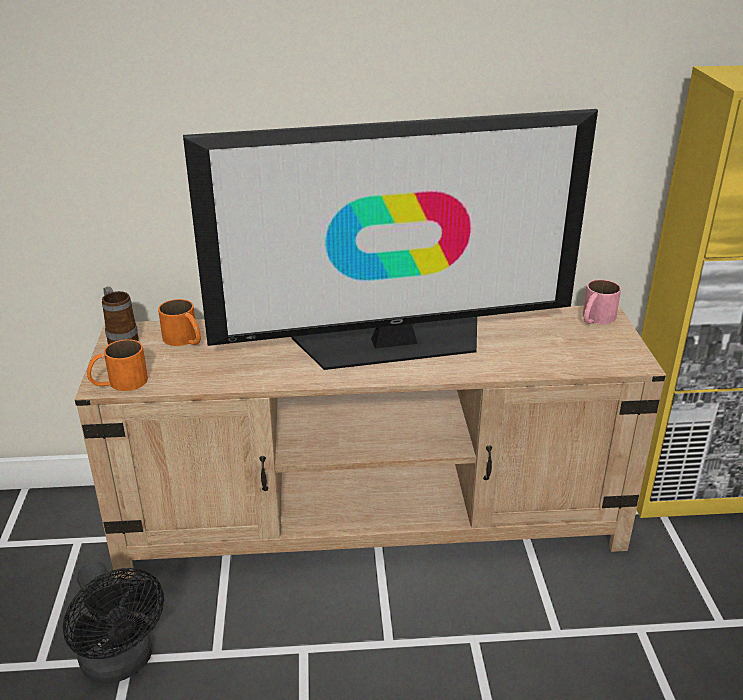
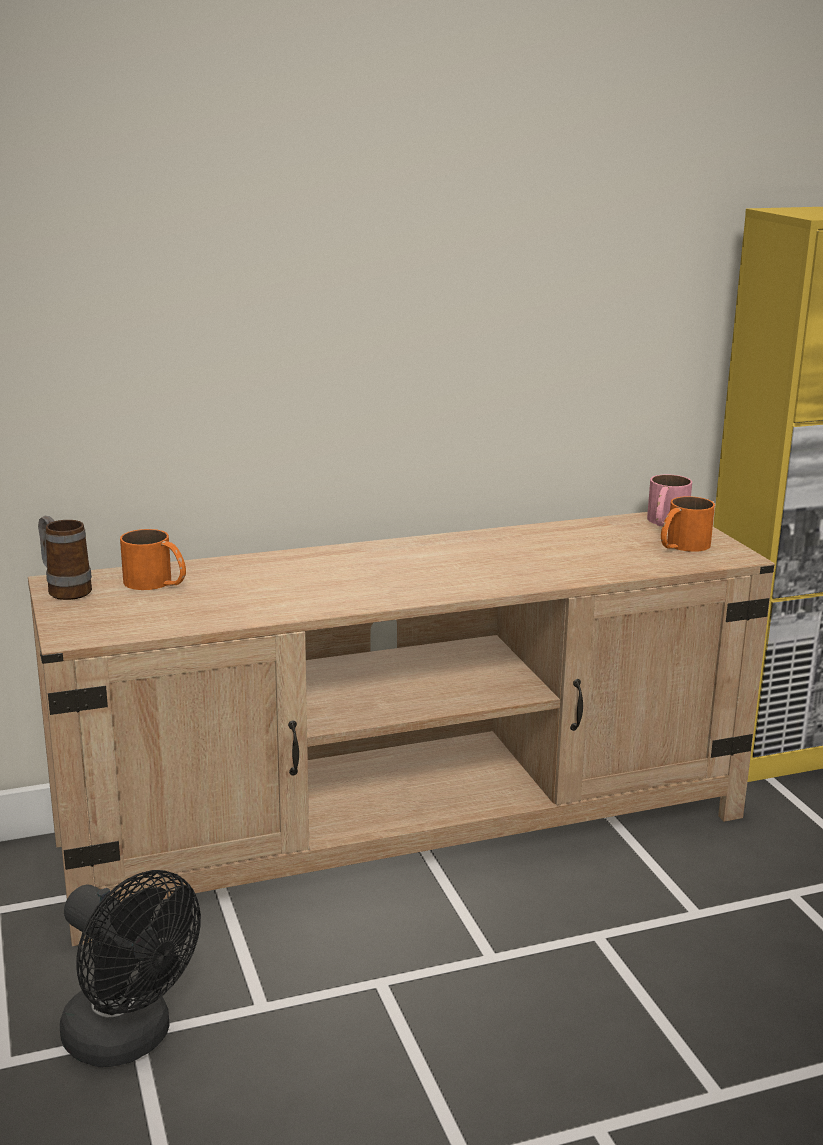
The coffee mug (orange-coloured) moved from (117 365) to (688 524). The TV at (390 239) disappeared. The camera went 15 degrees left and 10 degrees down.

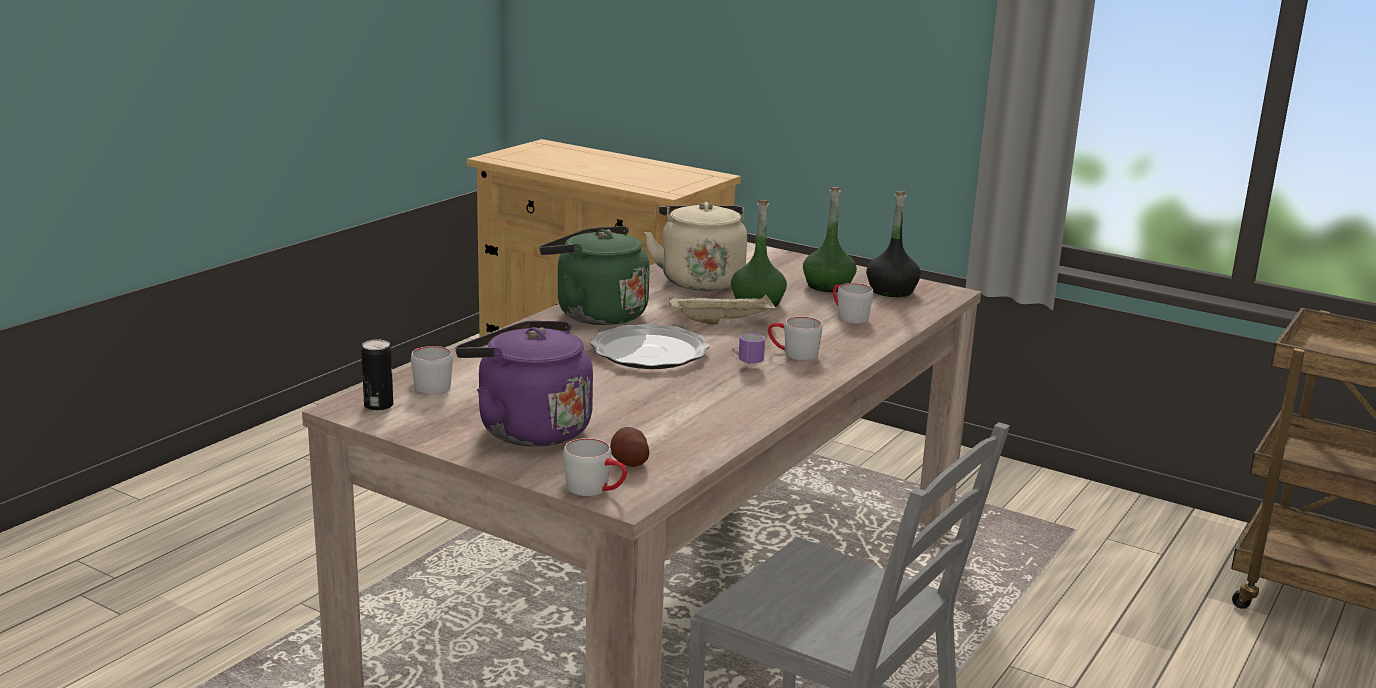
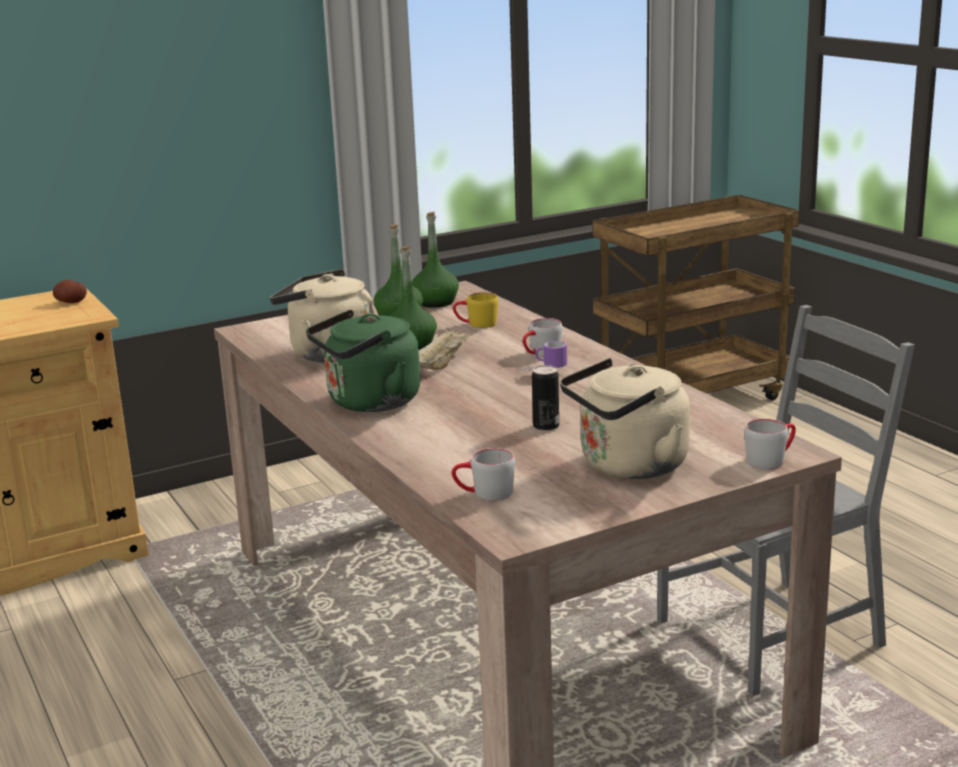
The metal can moved from (377 375) to (545 398). The tea kettle (purple) at (524 384) became the tea kettle (sand-coloured) at (625 418). The dinner plate at (650 346) disappeared. The spud moved from (630 447) to (70 291). The coffee mug (gray) at (853 303) became the coffee mug (yellow) at (475 310). The drink bottle (black-coloured) at (893 244) became the drink bottle (green) at (435 260). The camera went 60 degrees left and 0 degrees up.

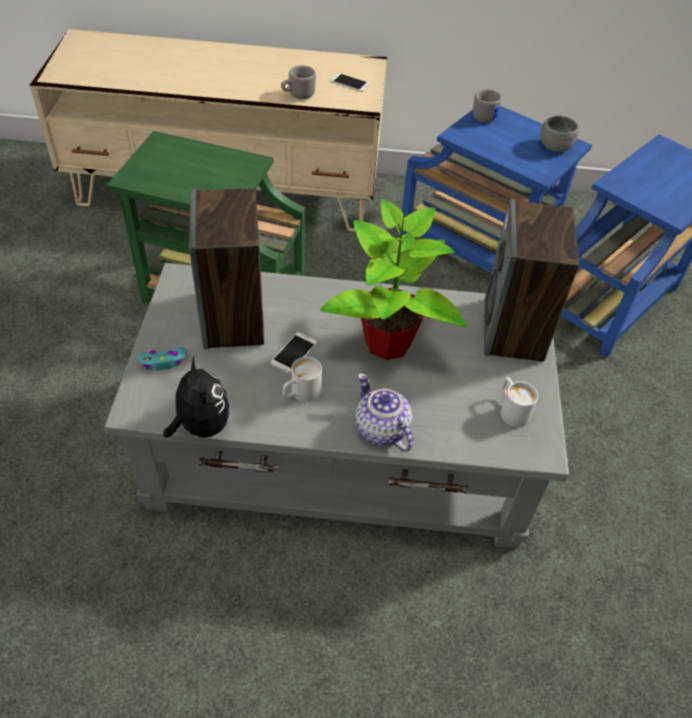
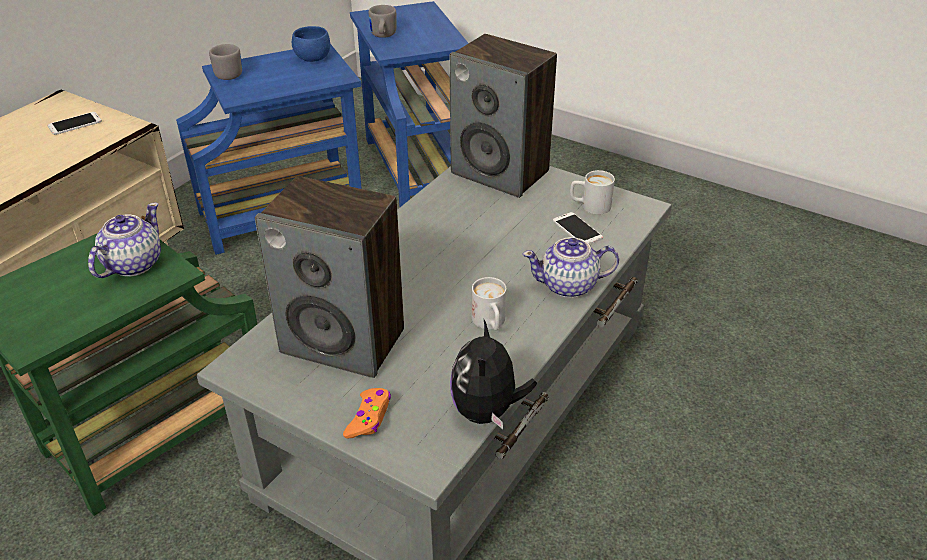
The joypad (turquoise-coloured) at (162 358) became the joypad (orange-coloured) at (367 413). The plush toy at (196 397) turned 90 degrees counterclockwise. The phone moved from (294 352) to (578 228). The coffee mug (gray) moved from (298 82) to (382 21). The potted plant at (393 279) disappeared. The deep dish (gray) at (559 133) became the deep dish (blue) at (311 44). The tea pot at (124 240) appeared. The camera went 60 degrees left and 10 degrees down.

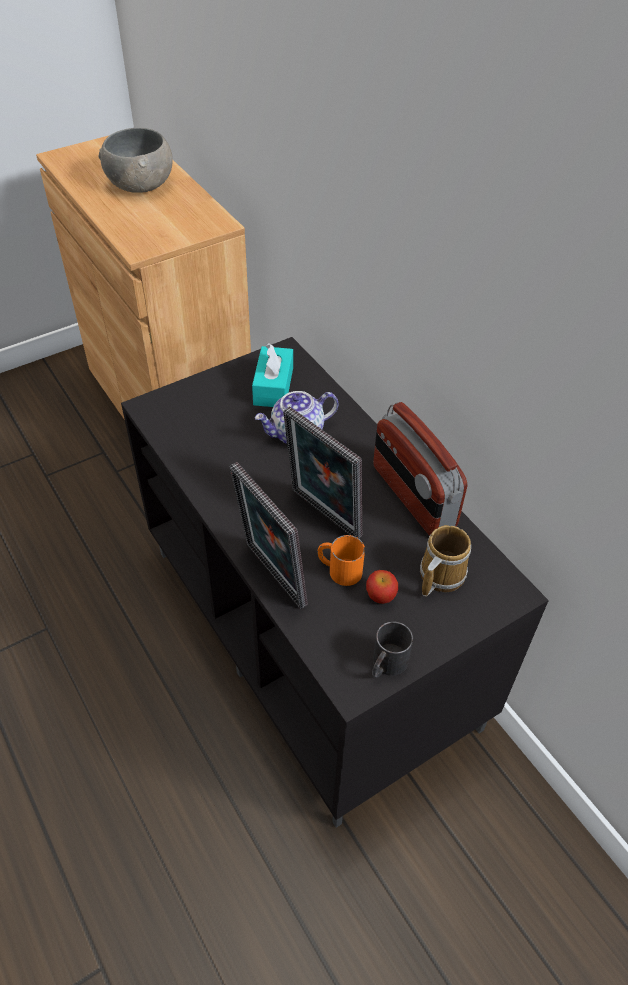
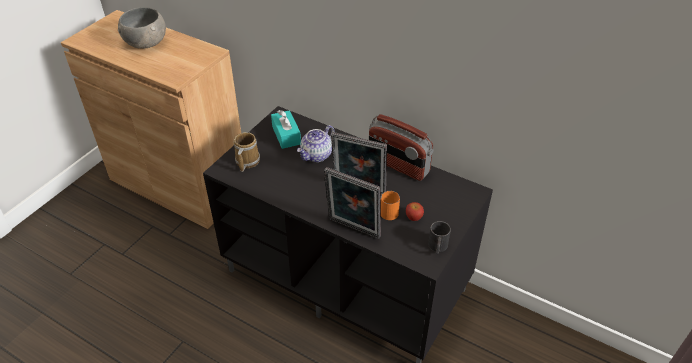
The coffee mug moved from (445 560) to (247 152). The camera went 25 degrees left and 5 degrees down.

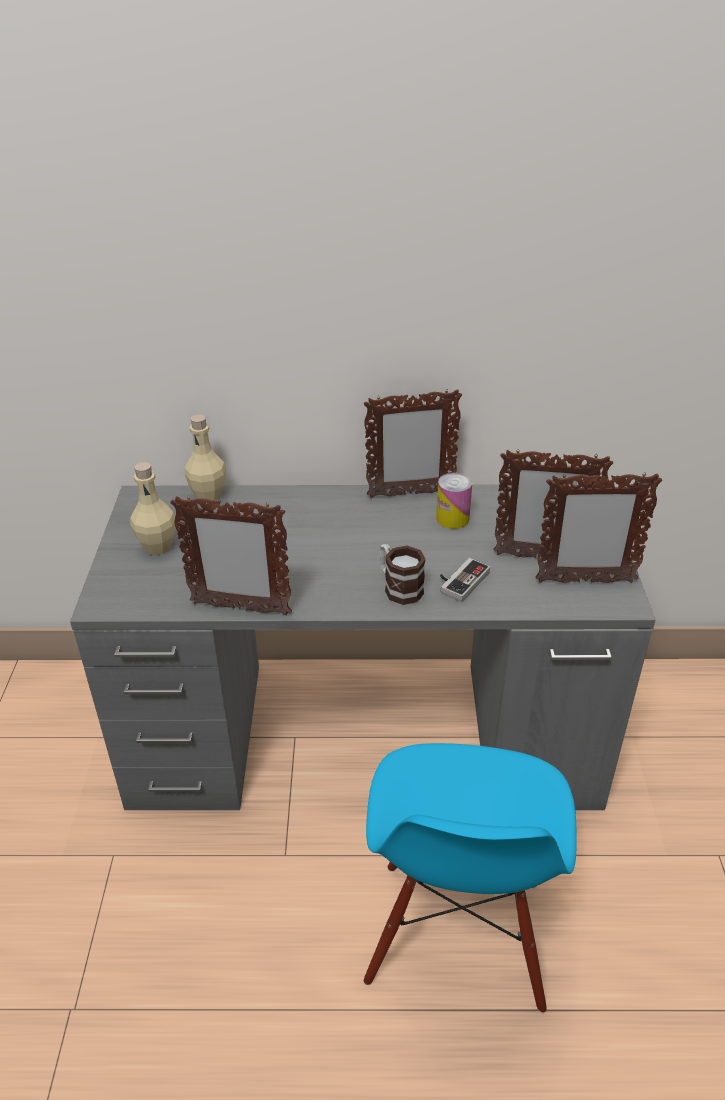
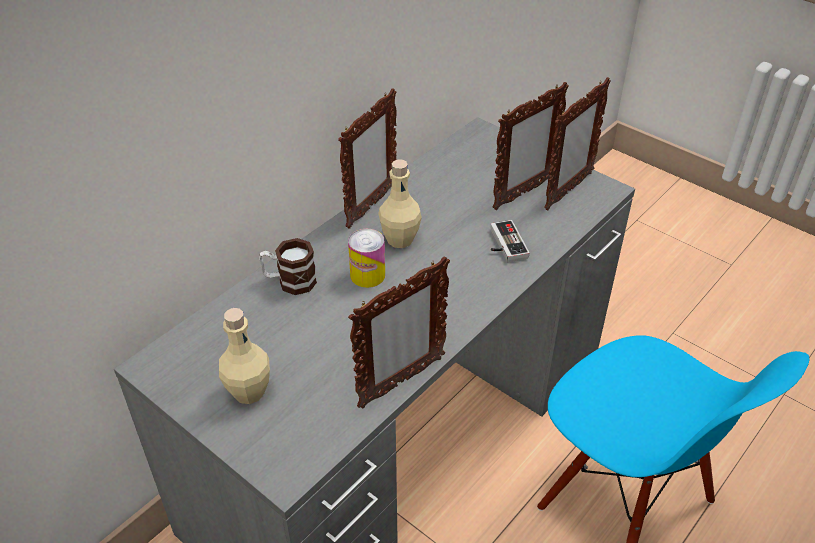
The drink bottle (sand-coloured) moved from (205 458) to (400 203). The coffee mug moved from (403 574) to (288 266). The metal can moved from (454 501) to (366 258). The camera went 50 degrees left and 5 degrees up.

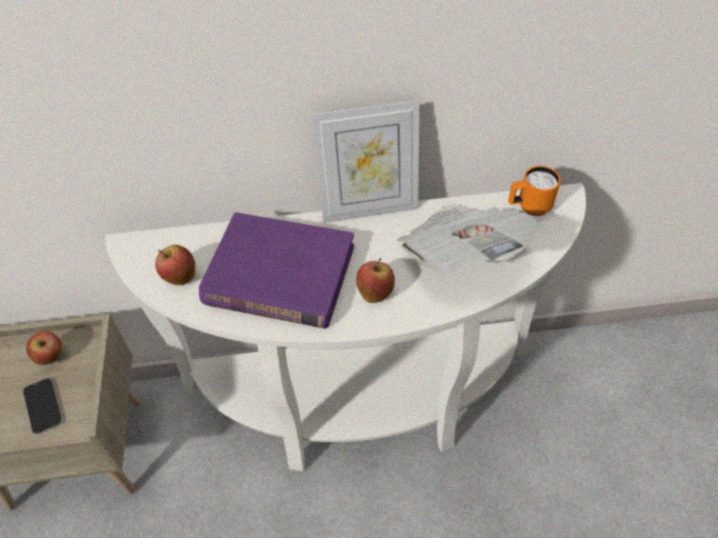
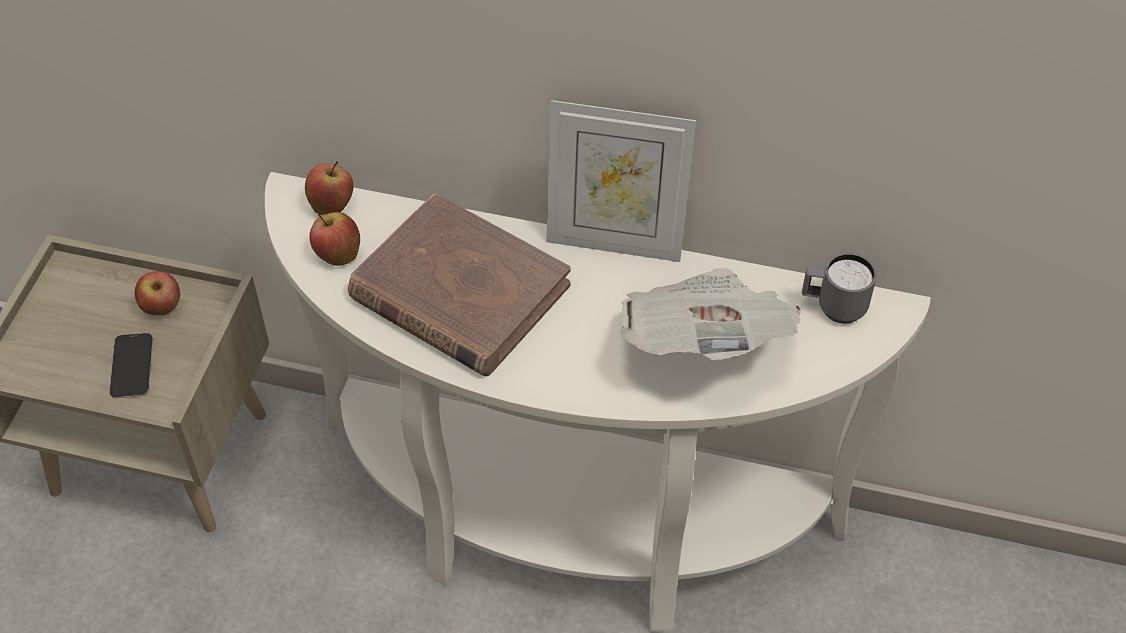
The bound book (purple) at (276 270) became the bound book (brown-coloured) at (459 285). The apple moved from (375 280) to (329 188). The coffee mug (orange-coloured) at (534 191) became the coffee mug (gray) at (839 288). The camera went 20 degrees right and 0 degrees up.

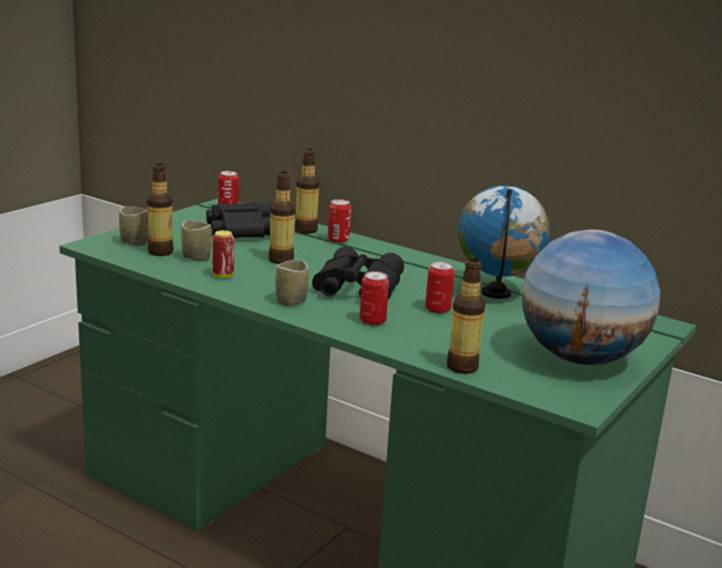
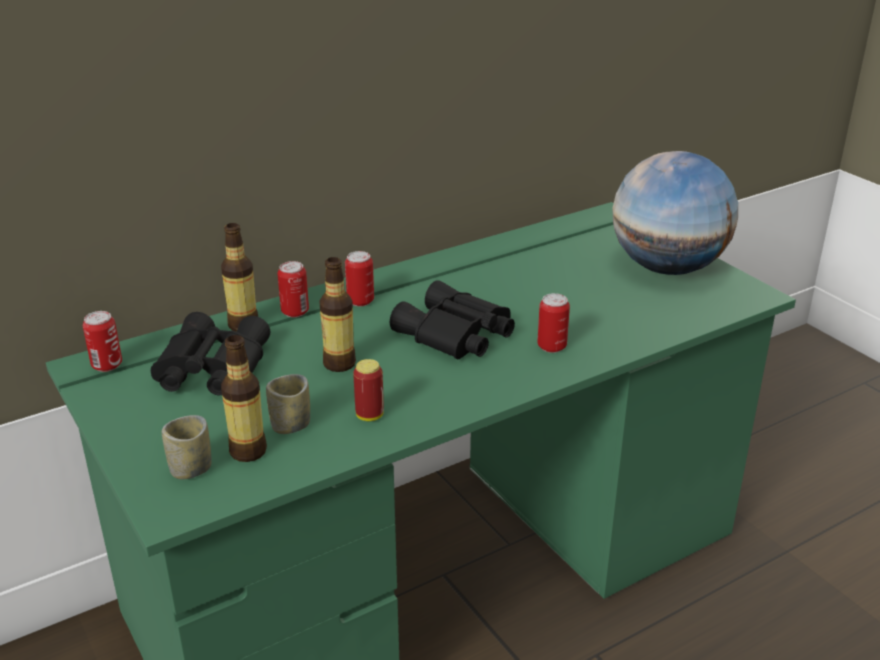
The cup at (292 283) disappeared. The metal can moved from (440 287) to (359 278). The drink bottle at (466 316) disappeared. The globe at (504 242) disappeared. The camera went 65 degrees left and 10 degrees up.

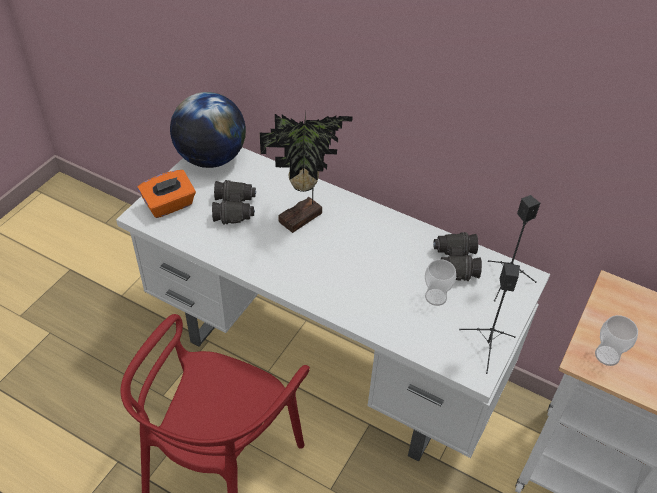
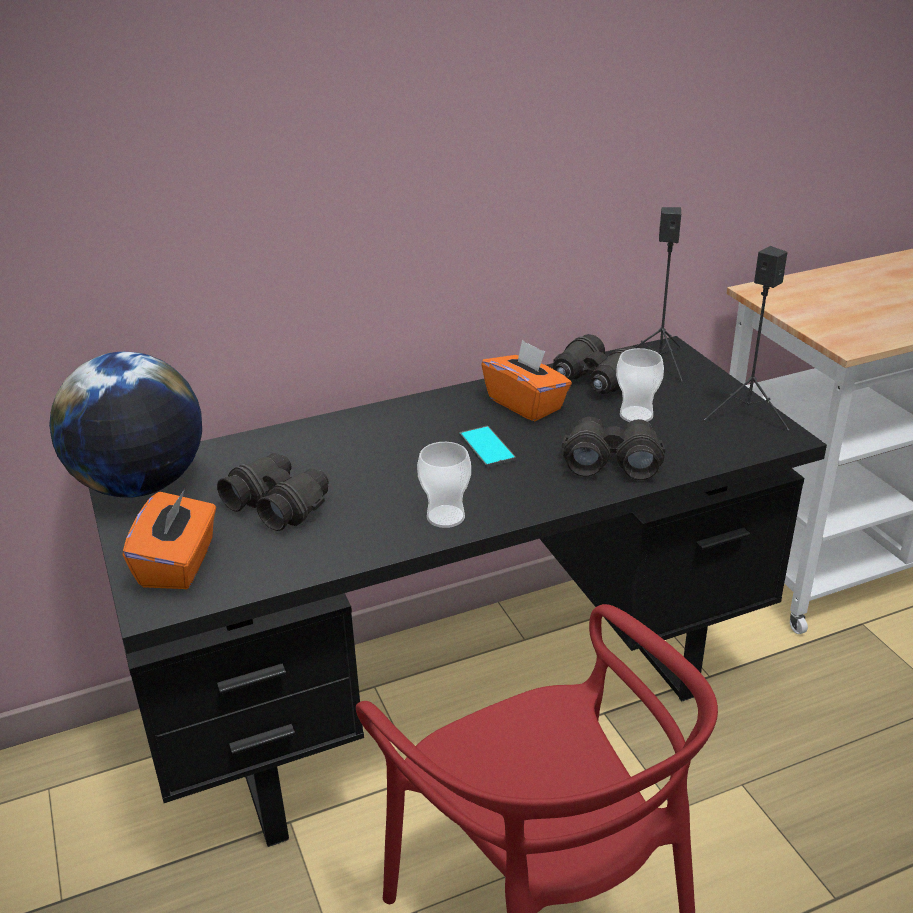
The desk unit (white) at (333 304) became the desk unit (black-coloured) at (458 591). The potted plant at (306 171) disappeared. The cup moved from (616 340) to (444 485). The phone at (487 447) appeared. The tissue holder (orange-coloured) at (526 380) appeared. The binoculars (black-coloured) at (613 448) appeared. The camera went 50 degrees left and 15 degrees down.

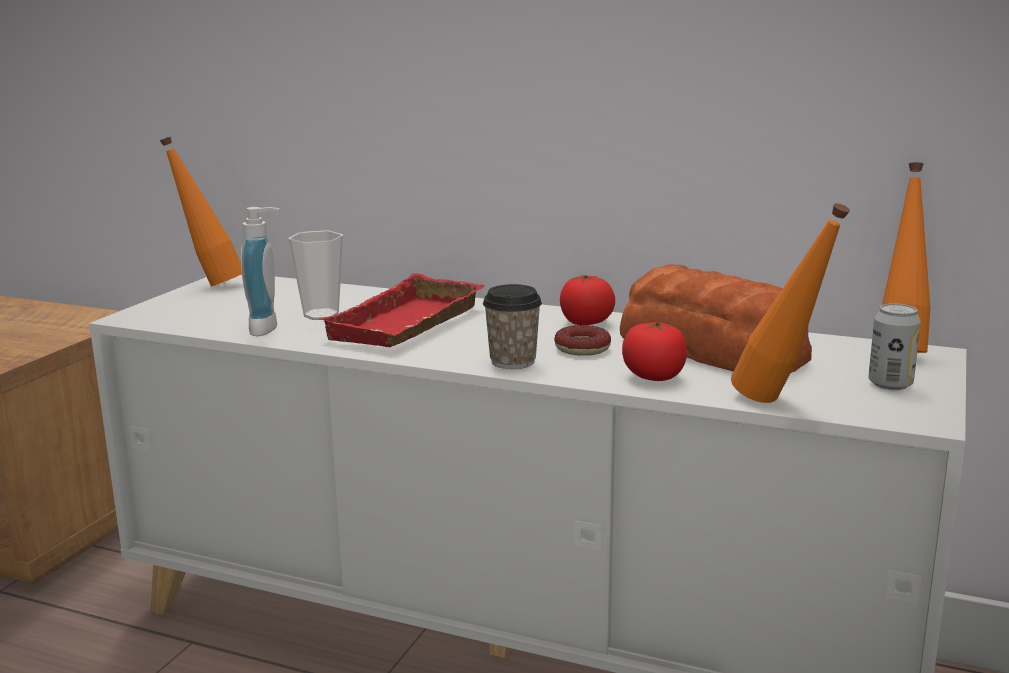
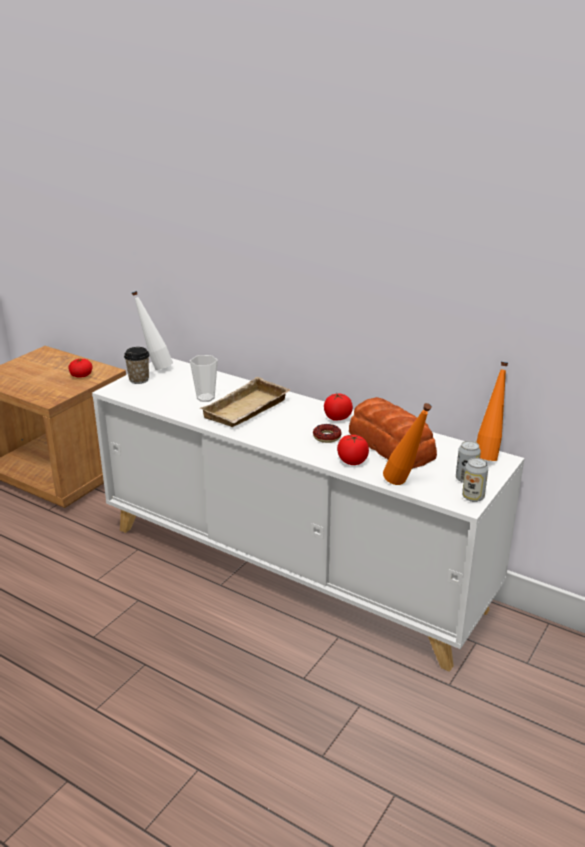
The drink bottle (orange-coloured) at (201 211) became the drink bottle (white) at (152 330). The soap dispenser at (260 271) disappeared. The carrying tray (red-coloured) at (401 310) became the carrying tray (sand-coloured) at (245 402). The cup moved from (512 326) to (137 365). The whole tomato at (80 368) appeared. The metal can at (475 480) appeared. The camera went 10 degrees right and 10 degrees up.

